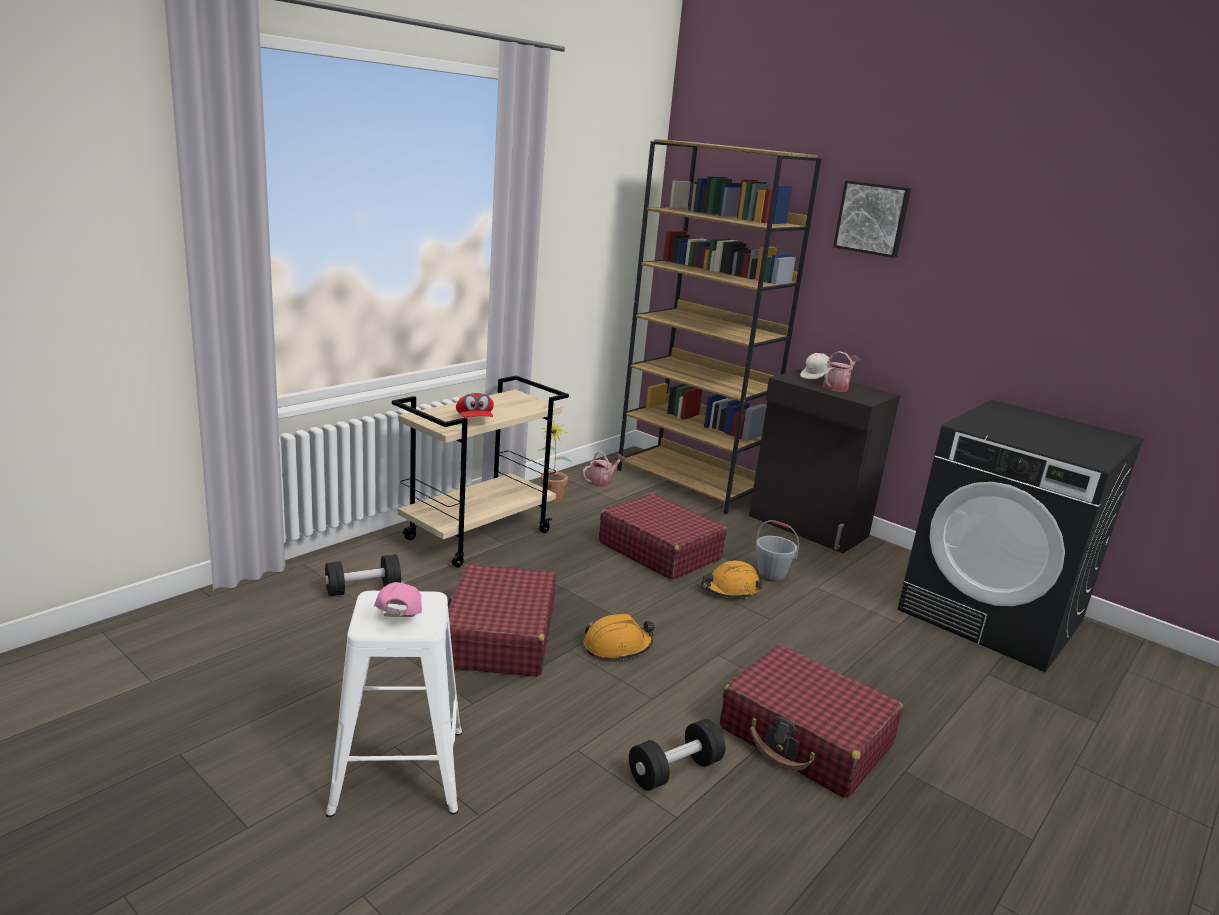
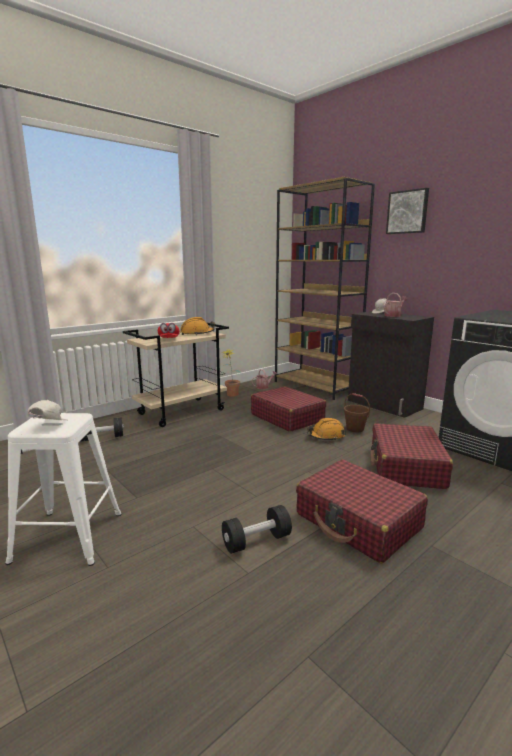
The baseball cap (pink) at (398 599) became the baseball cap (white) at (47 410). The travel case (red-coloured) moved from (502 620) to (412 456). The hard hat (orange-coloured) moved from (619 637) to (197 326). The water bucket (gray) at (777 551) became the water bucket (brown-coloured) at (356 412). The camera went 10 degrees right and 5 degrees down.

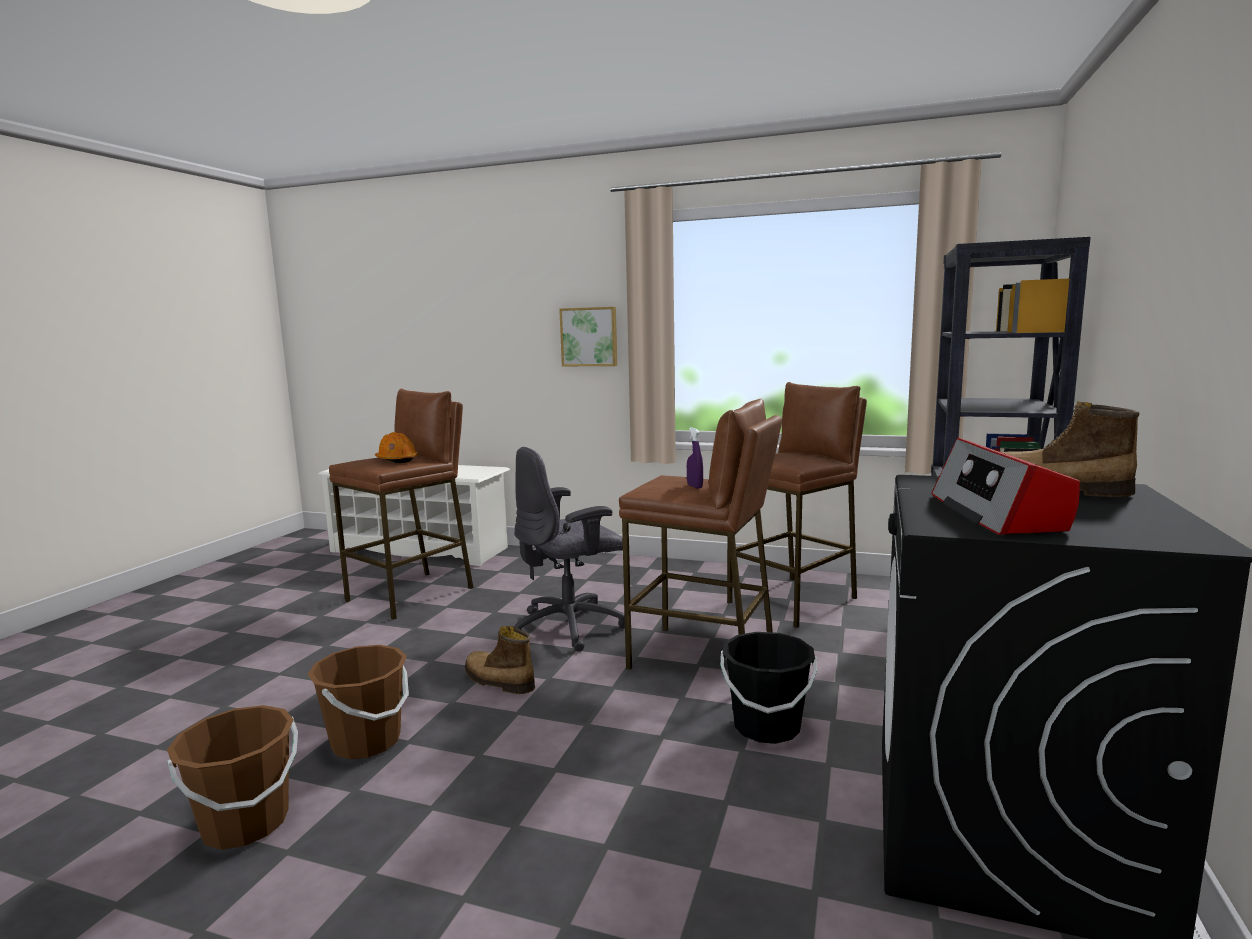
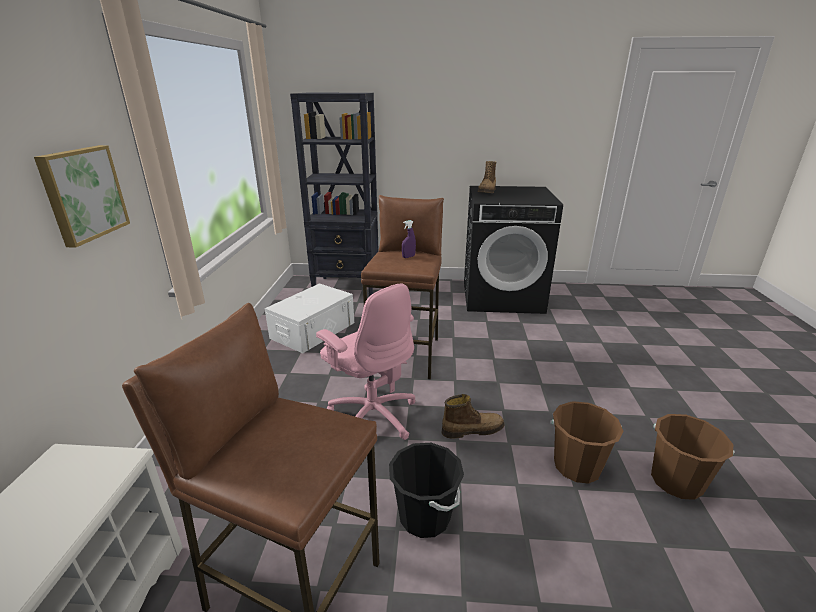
The hard hat (orange-coloured) at (396 447) disappeared. The boot at (500 660) turned 120 degrees counterclockwise. The computer chair (gray) at (569 549) became the computer chair (pink) at (366 362). The water bucket (black-coloured) moved from (769 688) to (426 490). The stool (brown-coloured) at (797 505) was replaced by the storage box (white) at (309 318). The radio set at (1006 486) disappeared. The camera went 105 degrees left and 15 degrees up.

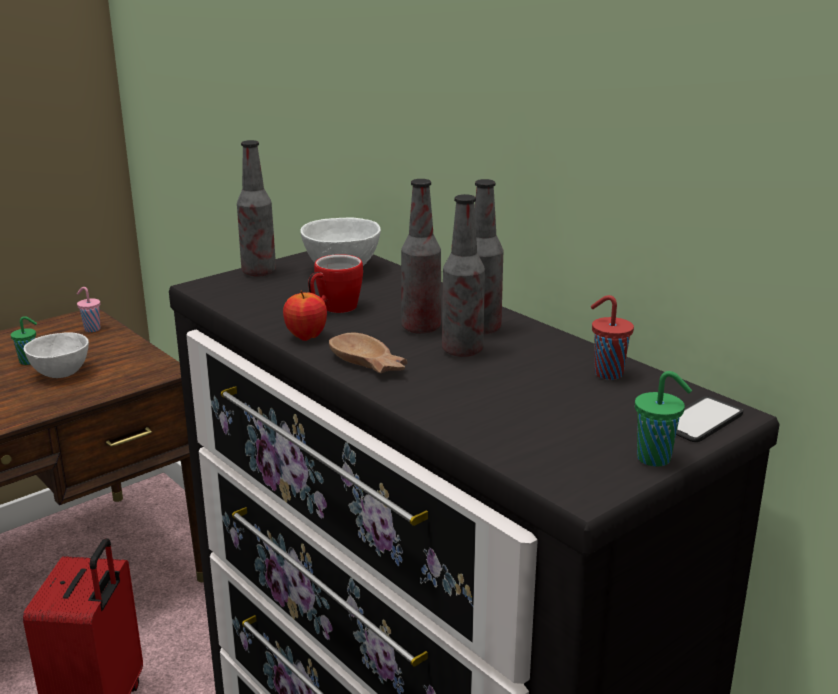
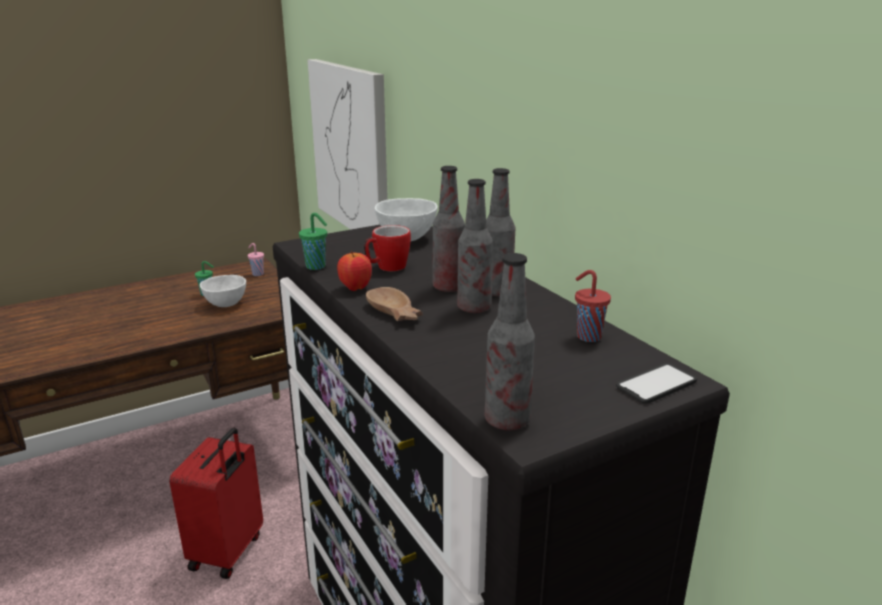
The drink bottle moved from (256 208) to (510 341). The cup (green) moved from (663 419) to (313 241). The picture at (348 144) appeared. The camera went 10 degrees right and 0 degrees up.

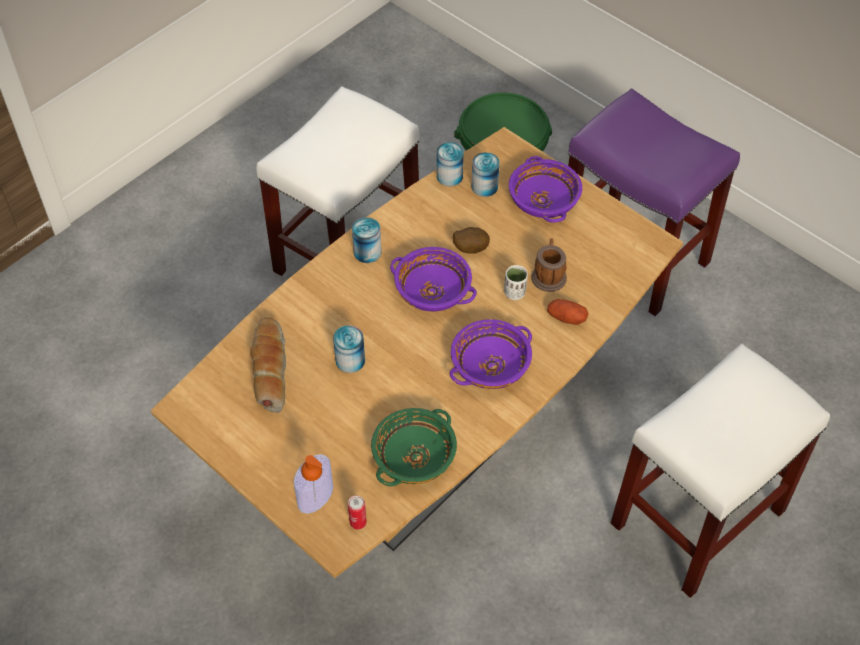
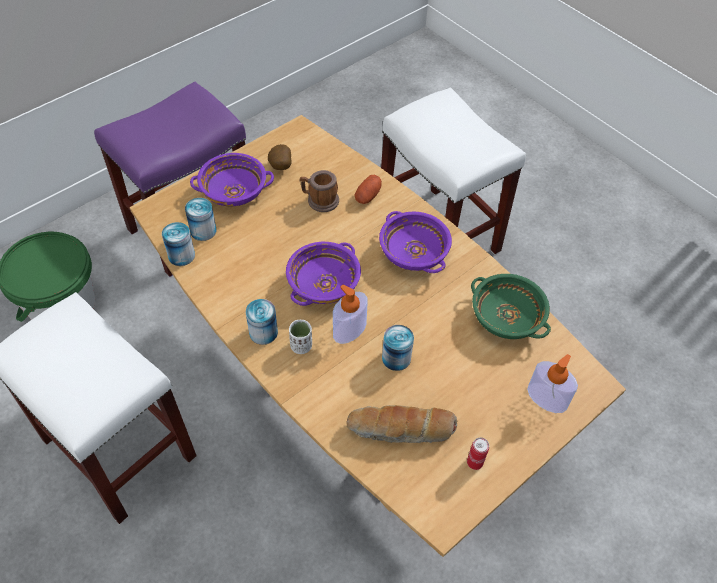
The metal can moved from (357 512) to (478 453). The spud moved from (471 240) to (280 157). The cup (white) moved from (516 282) to (300 337). The soap dispenser at (350 314) appeared. The camera went 85 degrees left and 0 degrees up.

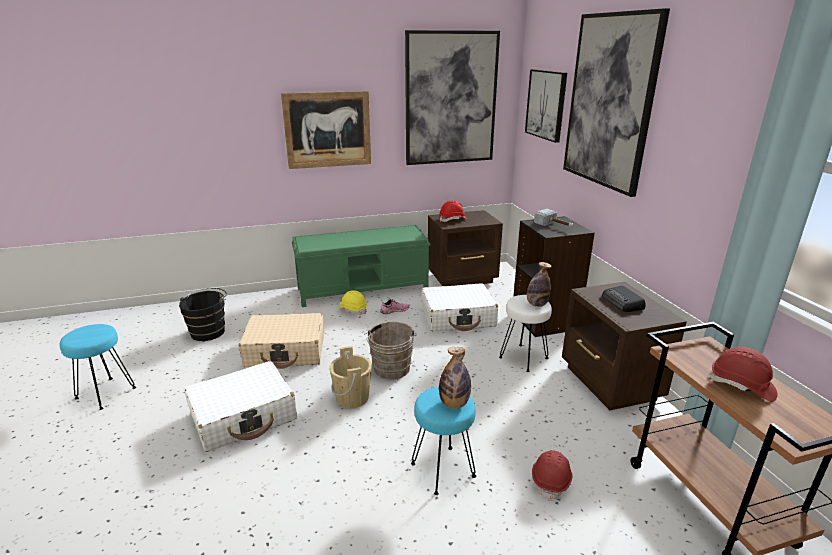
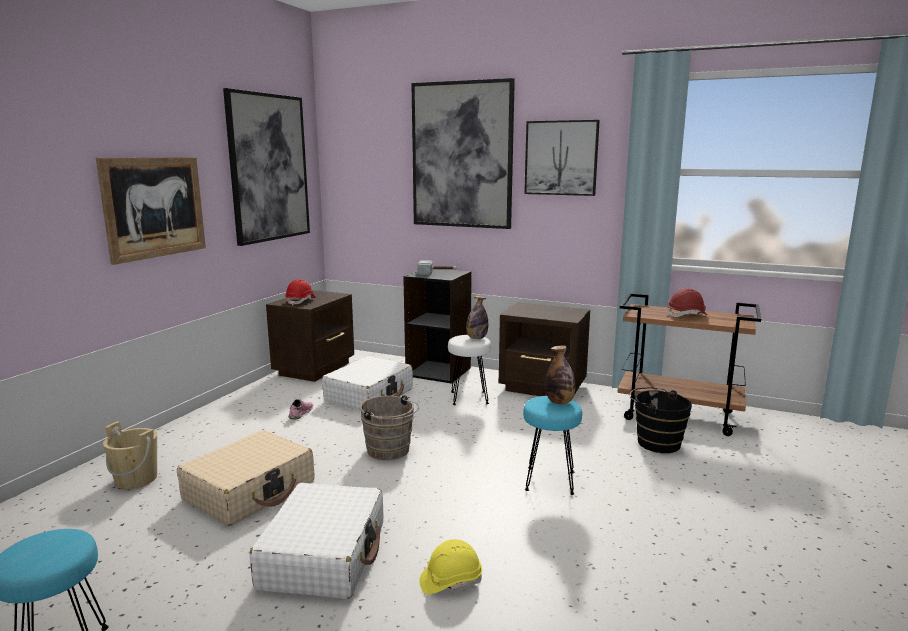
The water bucket (black-coloured) moved from (203 314) to (660 420). The long seat (green) at (361 266) disappeared. The water bucket (sand-coloured) moved from (350 377) to (130 455). The hard hat (yellow) moved from (353 302) to (450 566). The picture moved from (546 106) to (562 158). The hard hat (red-coloured) at (552 475) disappeared. The radio set at (624 299) disappeared. The camera went 50 degrees left and 10 degrees down.

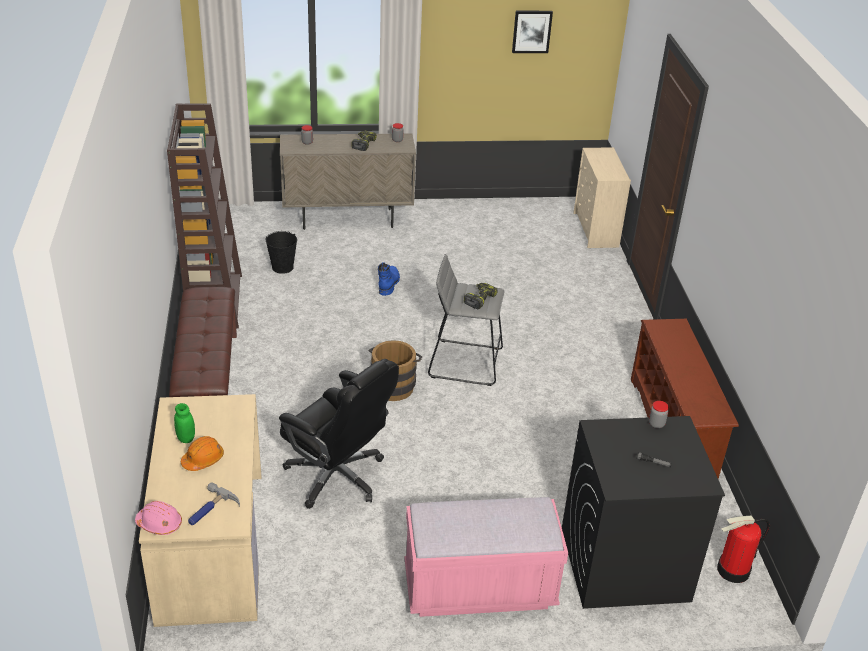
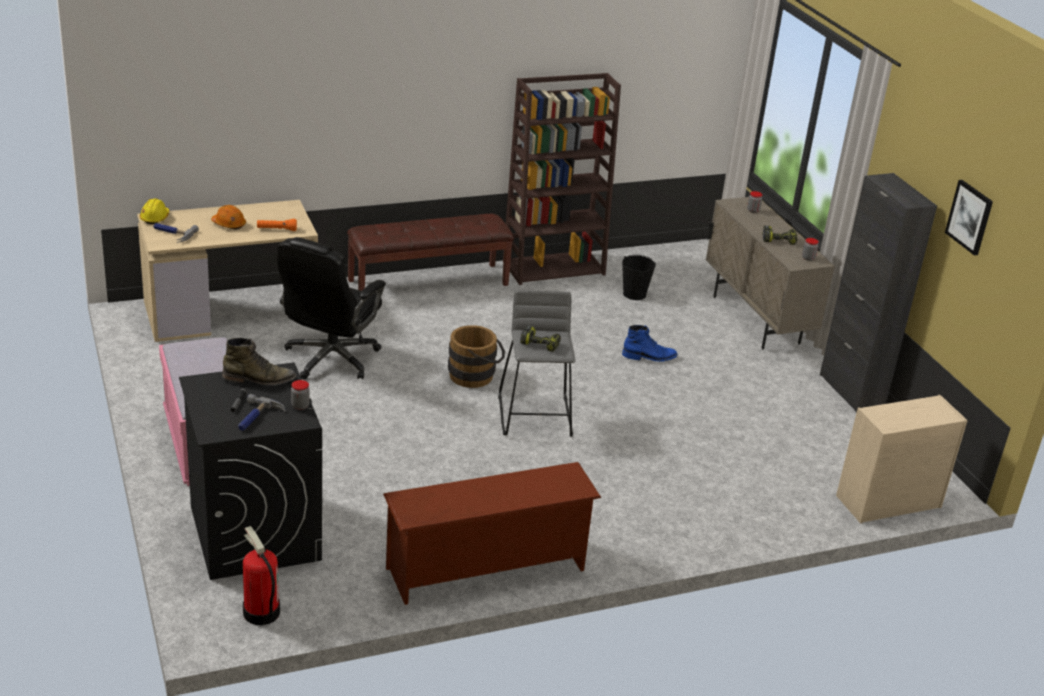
The hard hat (pink) at (158 518) became the hard hat (yellow) at (154 211). The preserve jar (green) at (184 423) disappeared. The boot (green) at (259 362) appeared. The hand hammer at (261 412) appeared. The hand torch (orange-coloured) at (277 225) appeared. The cupboard (black-coloured) at (878 293) appeared. The camera went 75 degrees right and 5 degrees down.

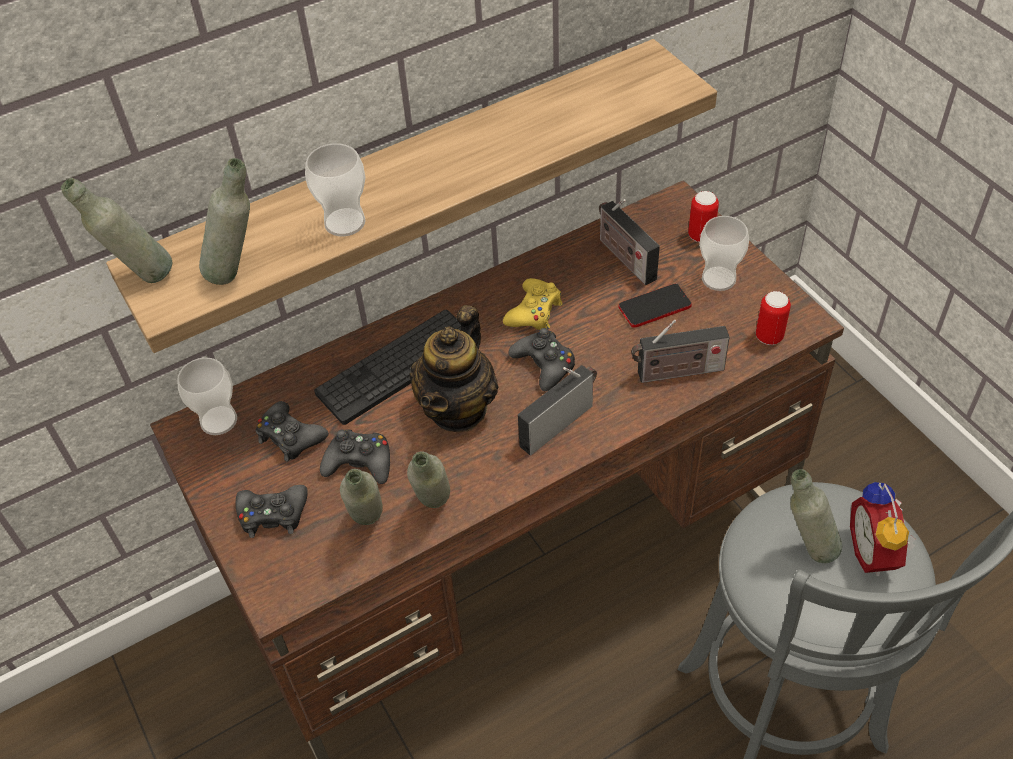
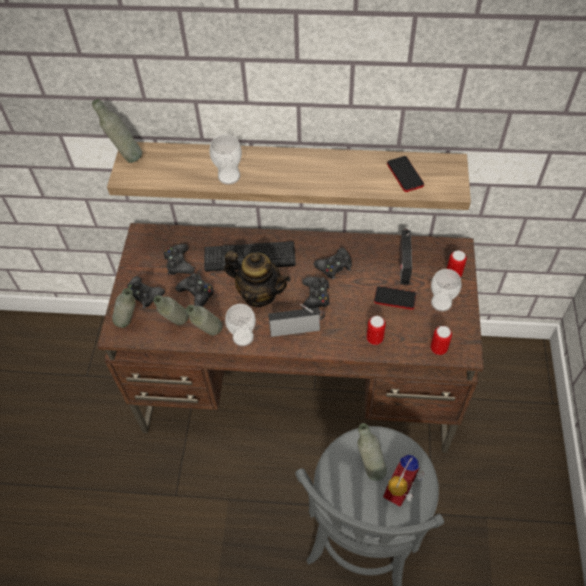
The cup moved from (207 396) to (240 325). The drink bottle (gray) moved from (224 221) to (124 308). The tea pot at (454 368) turned 120 degrees counterclockwise. The joypad (yellow) at (532 304) became the joypad (black-coloured) at (333 263). The radio set at (680 351) was replaced by the metal can at (376 330). The phone at (405 174) appeared. The camera went 35 degrees right and 5 degrees up.

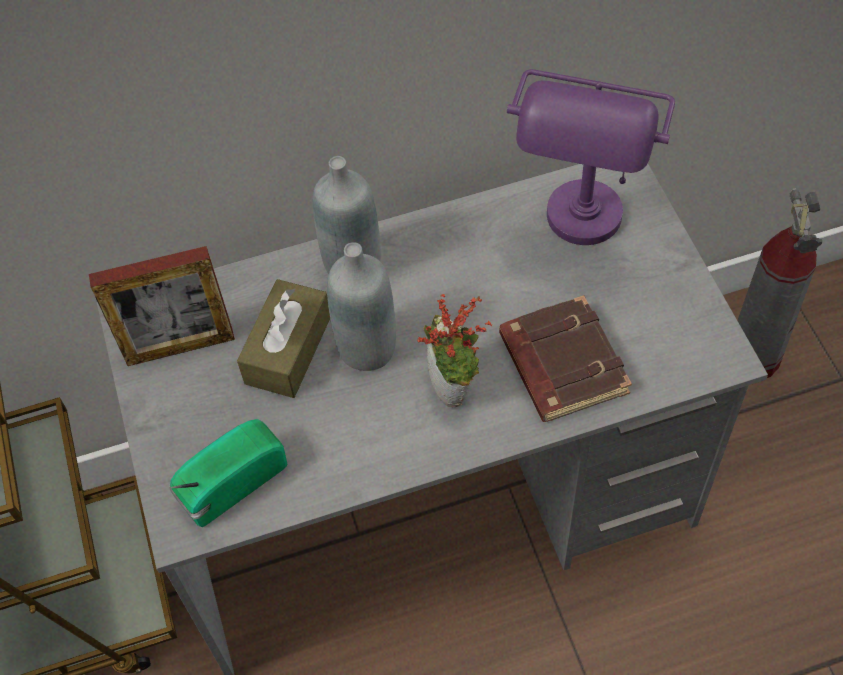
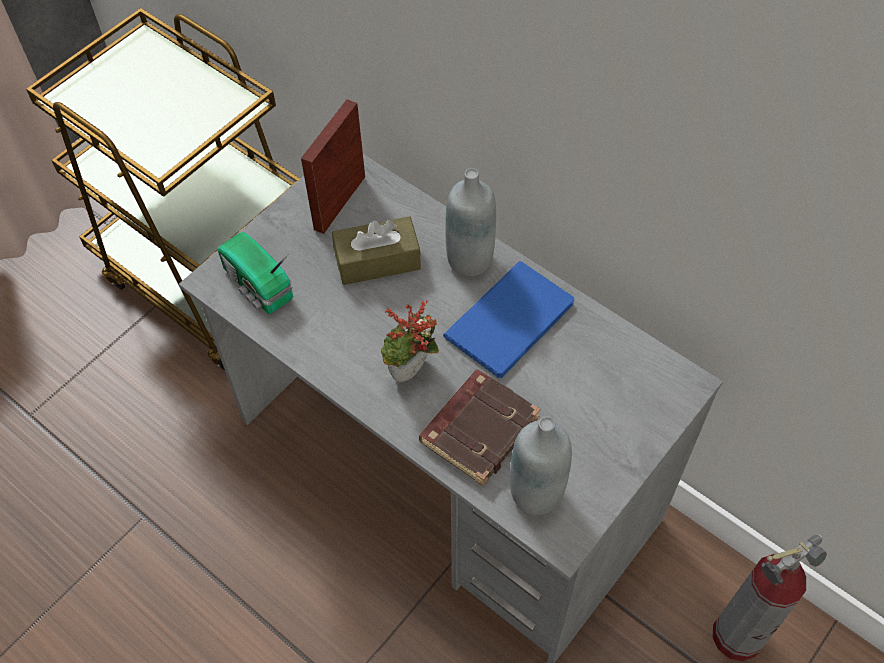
The picture frame at (162 306) turned 75 degrees clockwise. The radio set at (228 473) turned 150 degrees counterclockwise. The drink bottle (gray) moved from (361 306) to (541 465). The table lamp (purple) at (591 157) disappeared. The bound book (blue) at (508 319) appeared. The camera went 55 degrees right and 0 degrees up.

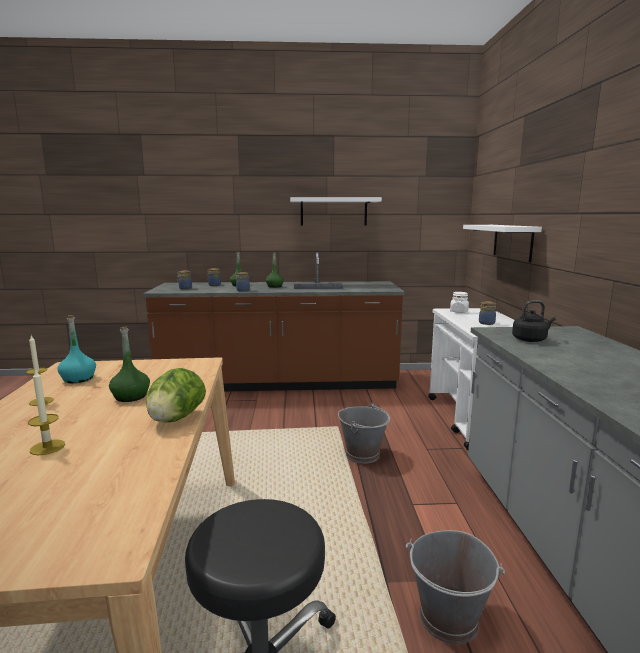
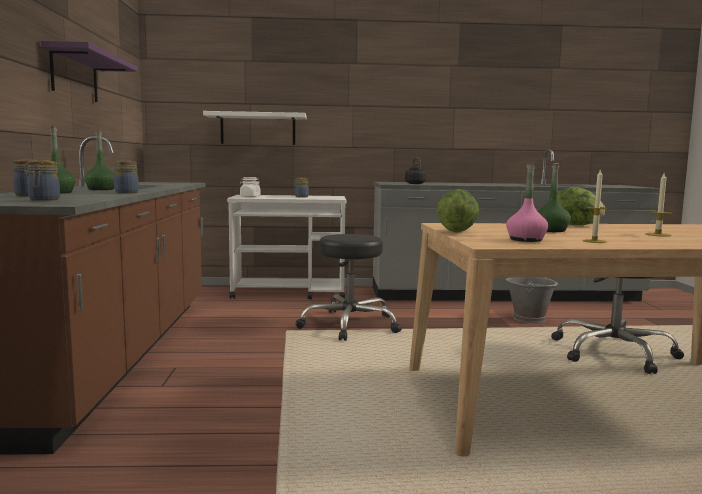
The drink bottle (turquoise-coloured) at (76 349) became the drink bottle (pink) at (527 202). The shelf (white) at (336 211) became the shelf (purple) at (89 71). The water bucket (gray) at (364 433) was replaced by the stool (black-coloured) at (348 287). The lettuce at (458 211) appeared. The camera went 90 degrees left and 5 degrees down.

